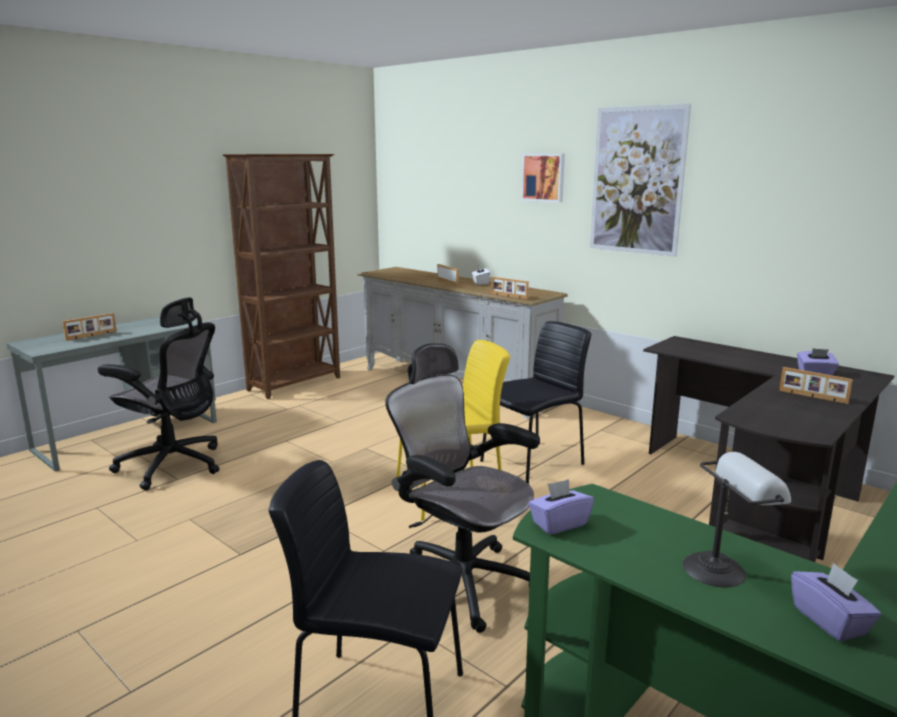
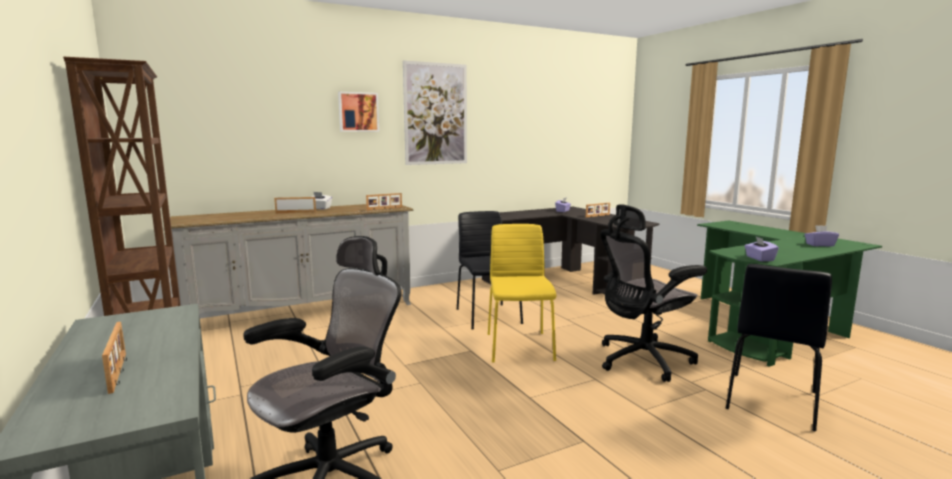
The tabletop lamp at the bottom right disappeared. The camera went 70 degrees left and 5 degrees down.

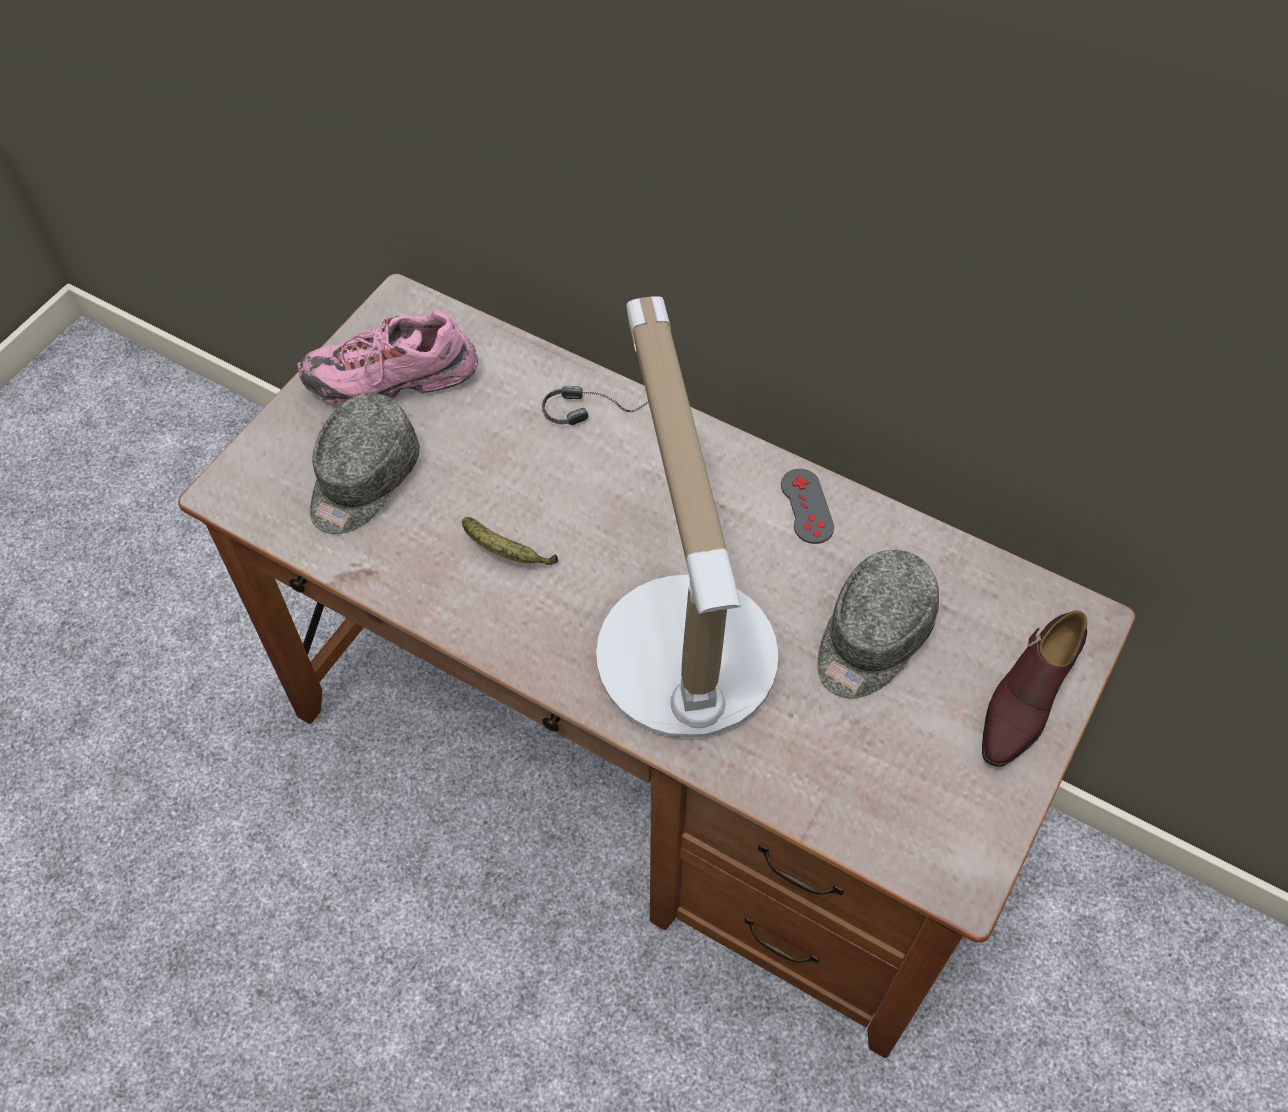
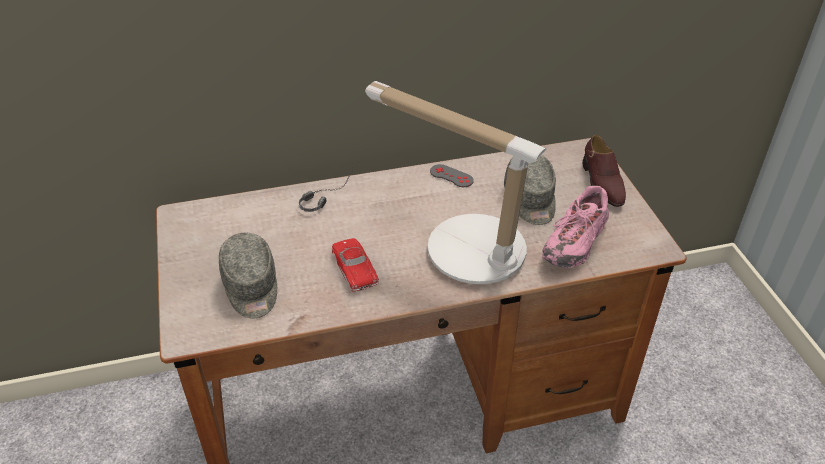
The pinkish item of footwear moved from the top left to the middle right. The banana at the centre was replaced by the red toy car at the centre. The camera went 45 degrees left and 15 degrees down.

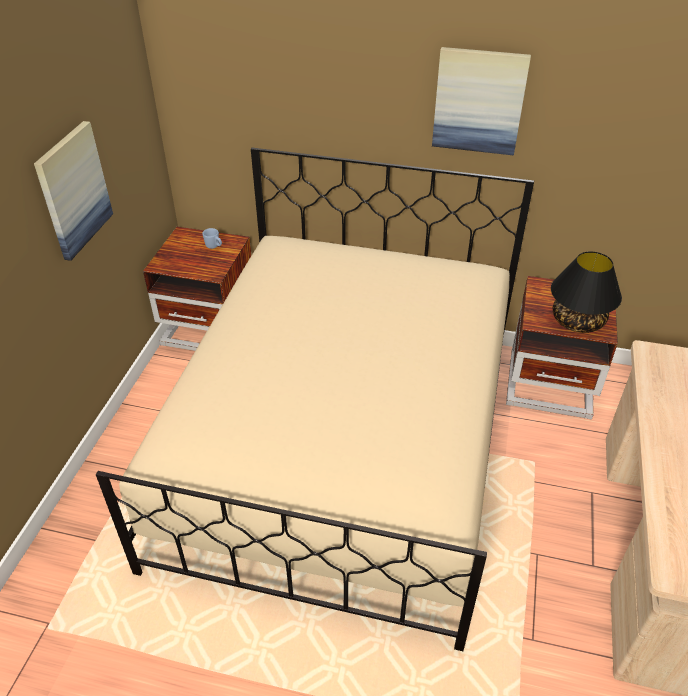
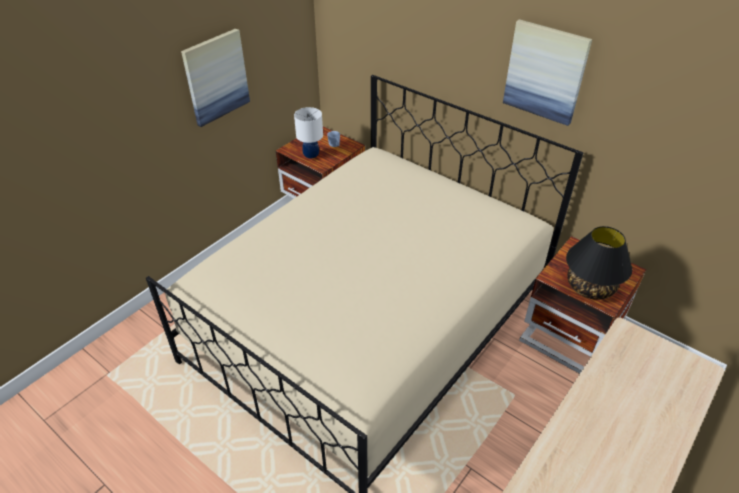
The whitish tabletop lamp at the top centre appeared. The camera went 25 degrees right and 0 degrees up.

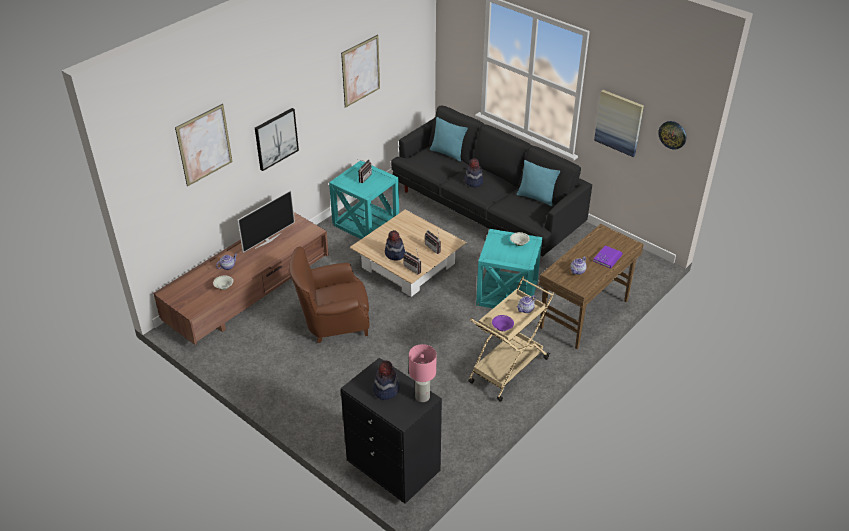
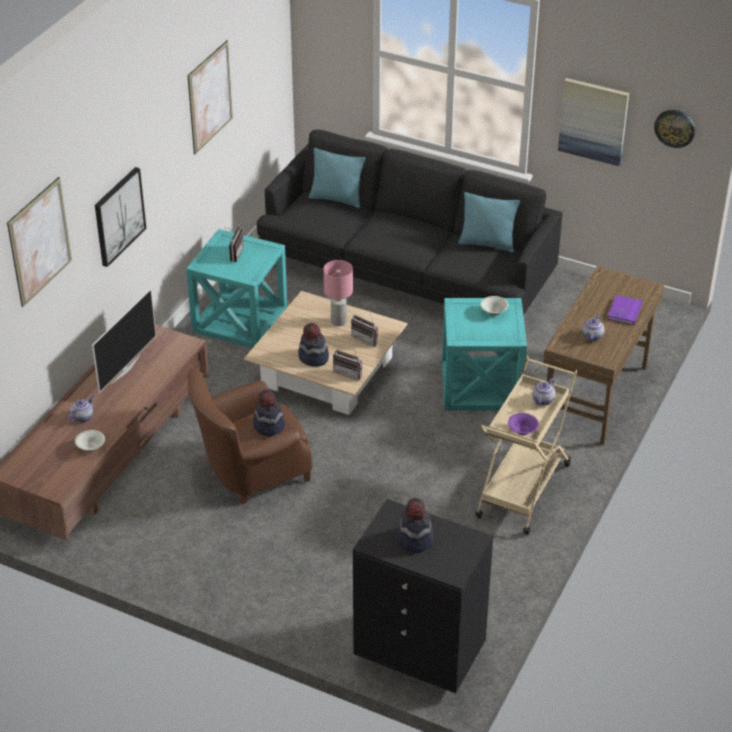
The clothing hat (3rd from left in the first image) moved from the top centre to the centre. The pinkish tabletop lamp moved from the bottom centre to the centre. The camera went 15 degrees left and 0 degrees up.

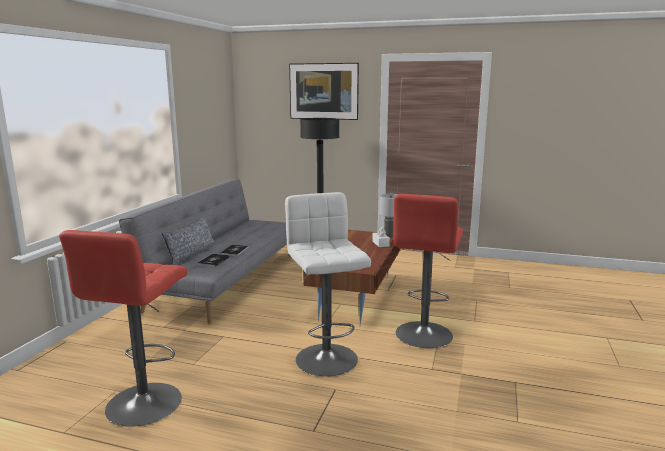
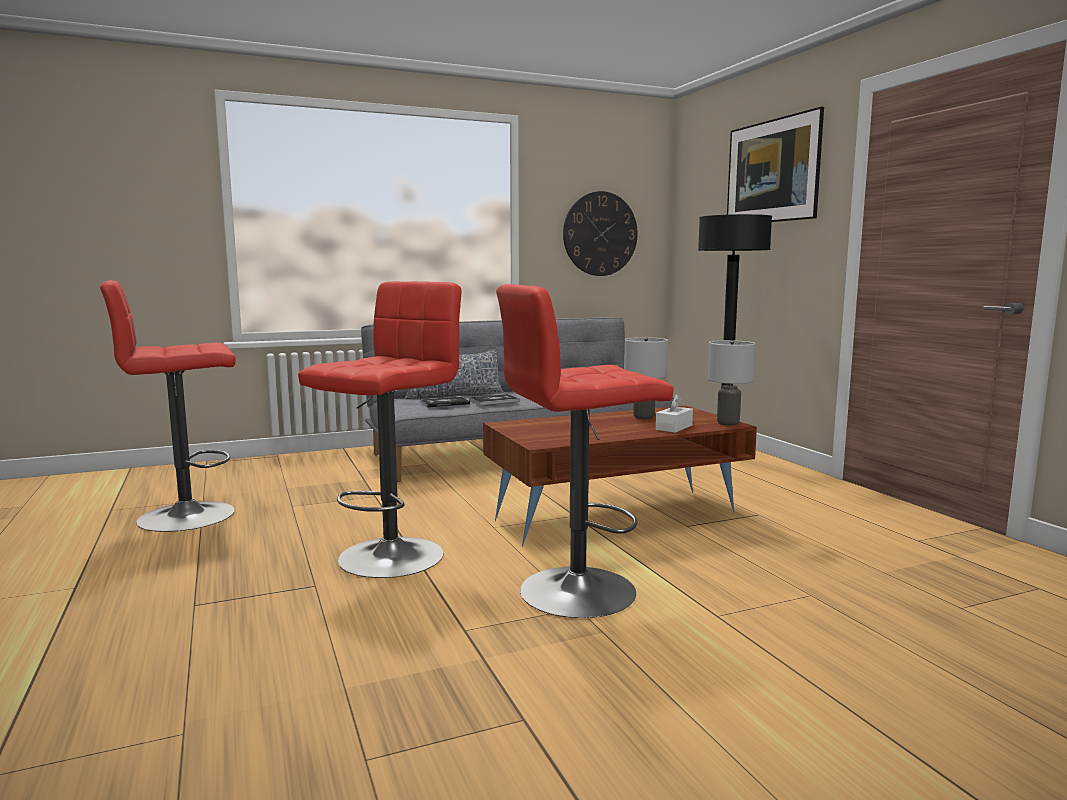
The whitish stool at the centre became the red stool (2nd from left) at the centre. The clock on the wall at the top centre appeared. The whitish tabletop lamp (1st from left) at the centre appeared. The camera went 50 degrees right and 5 degrees down.

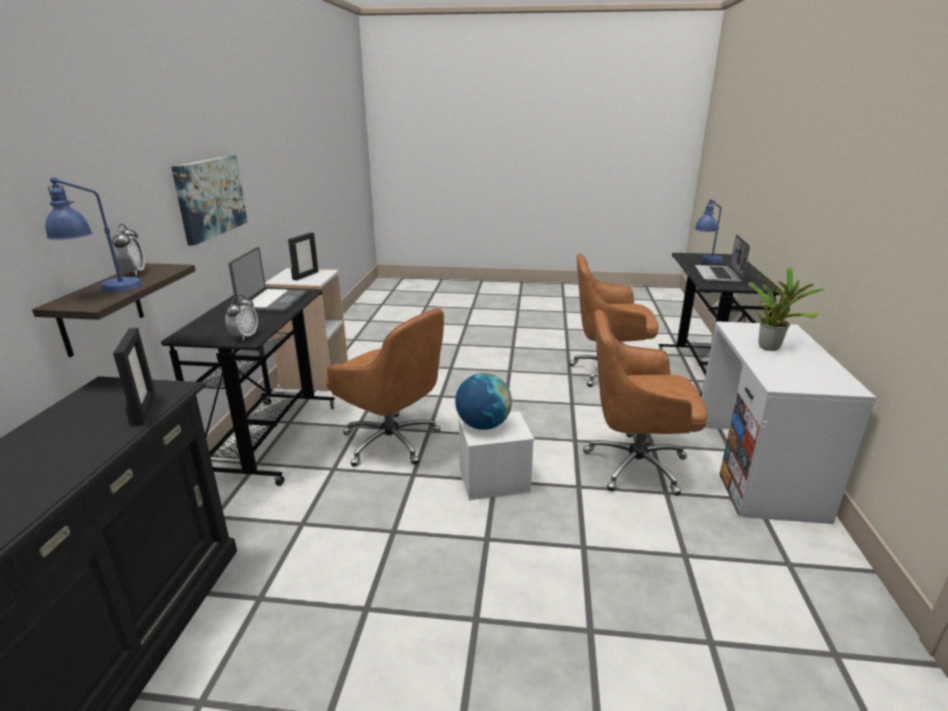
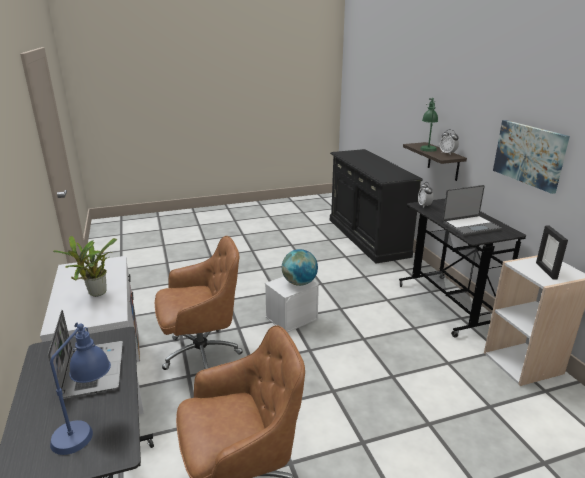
The blue tabletop lamp (1st from left) at the top left became the green tabletop lamp at the top right. The portable computer (1st from left in the first image) at the middle left turned 90 degrees counterclockwise. The brown-coloured office chair (1st from left) at the centre disappeared. The standing frame (1st from left) at the middle left disappeared. The camera went 155 degrees right and 0 degrees up.

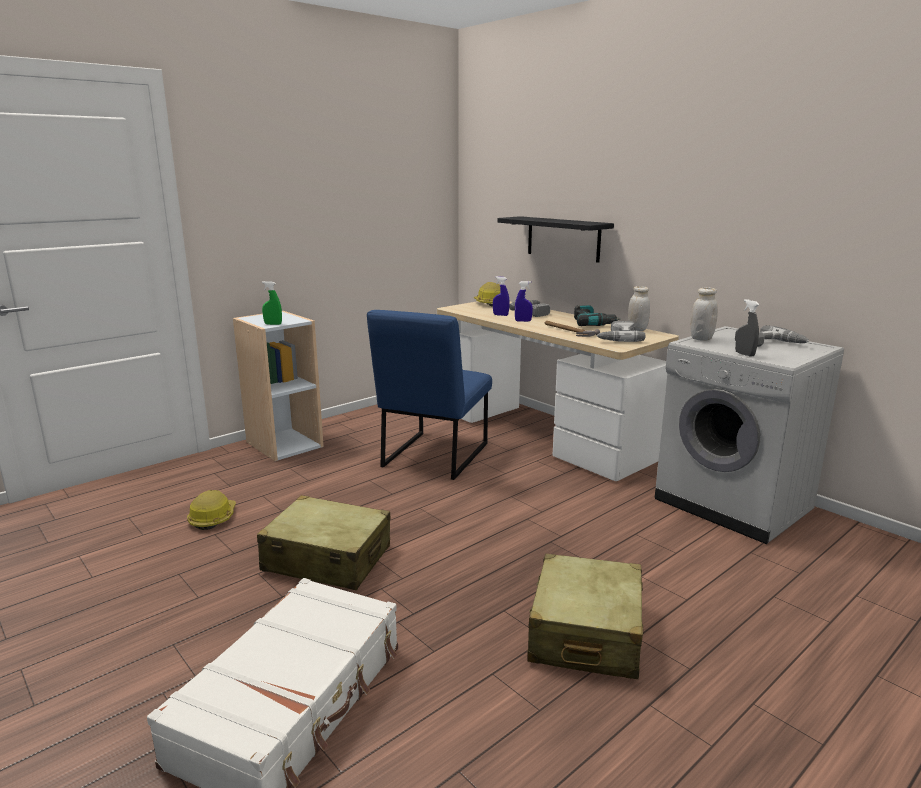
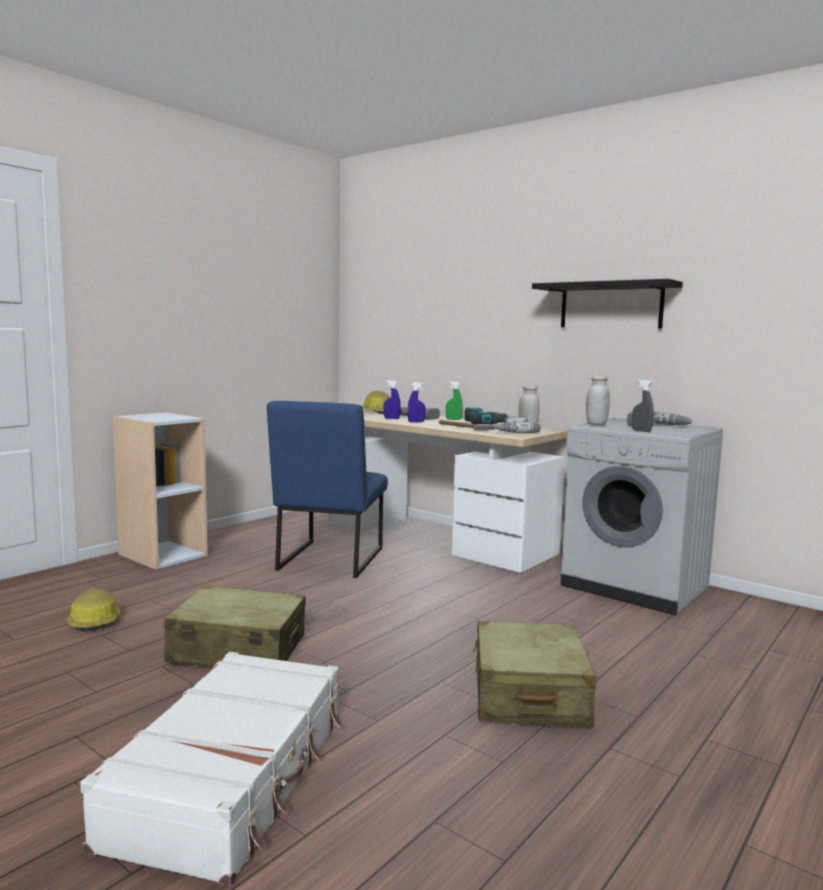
The blackish bracket shelf moved from the top centre to the middle right. The green hand sprayer moved from the middle left to the centre. The camera went 10 degrees left and 10 degrees down.

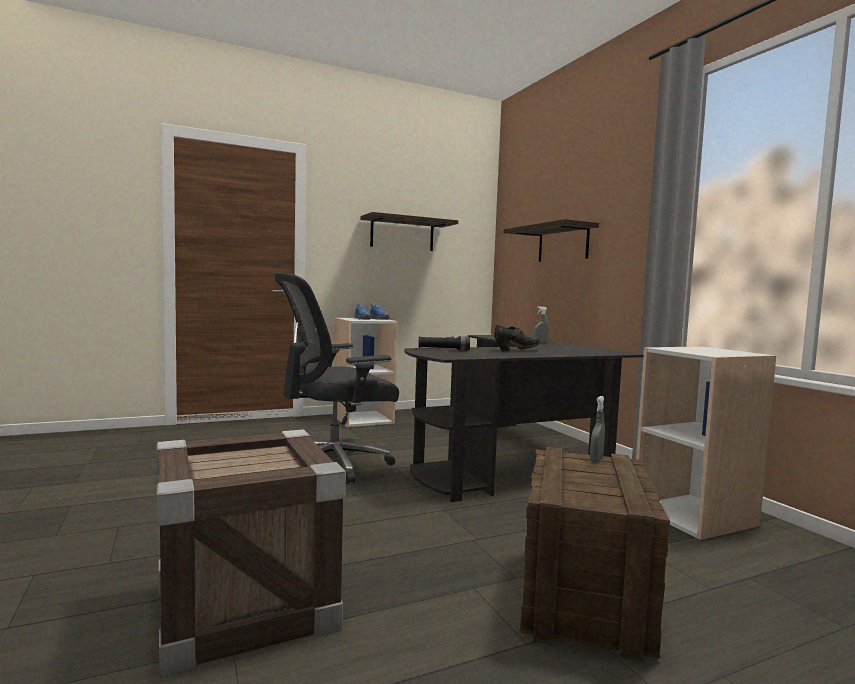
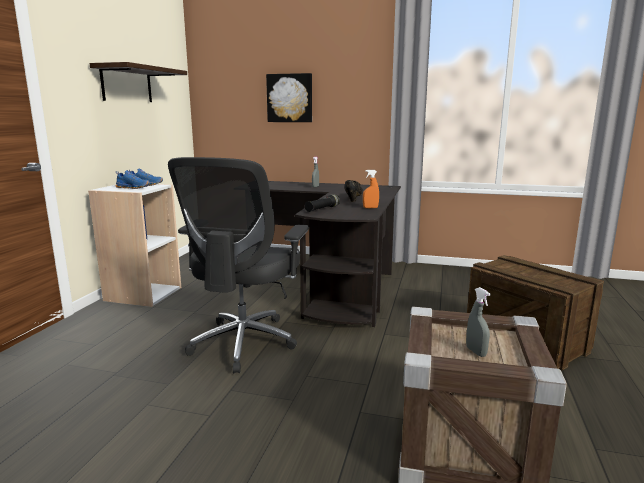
The bracket shelf (2nd from left) at the centre was replaced by the wall art at the top centre. The bookcase (2nd from left) at the middle right disappeared. The greyish hand sprayer (2nd from left) moved from the middle right to the bottom right. The orangey hand sprayer at the centre appeared. The camera went 50 degrees left and 10 degrees up.

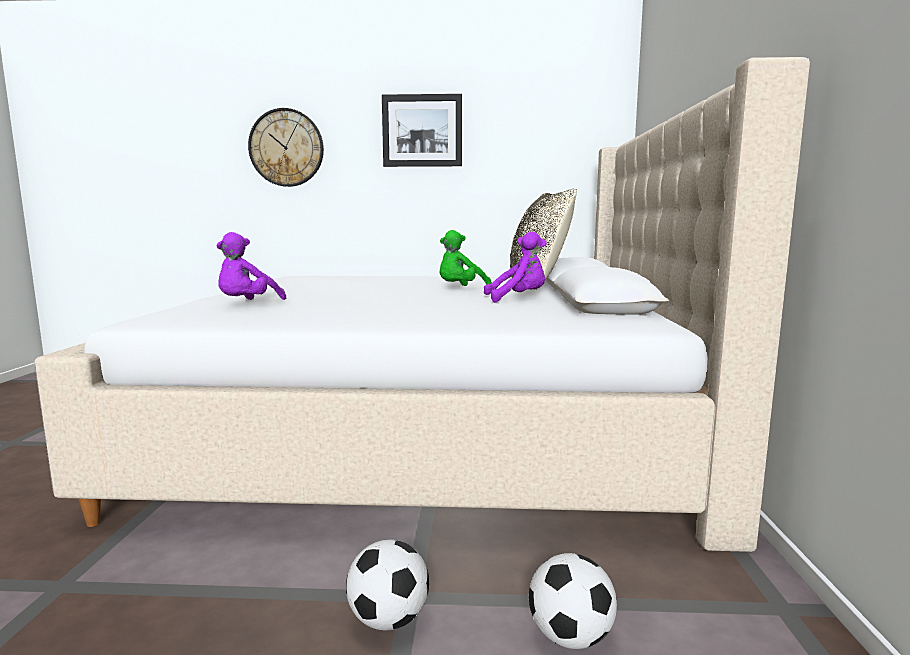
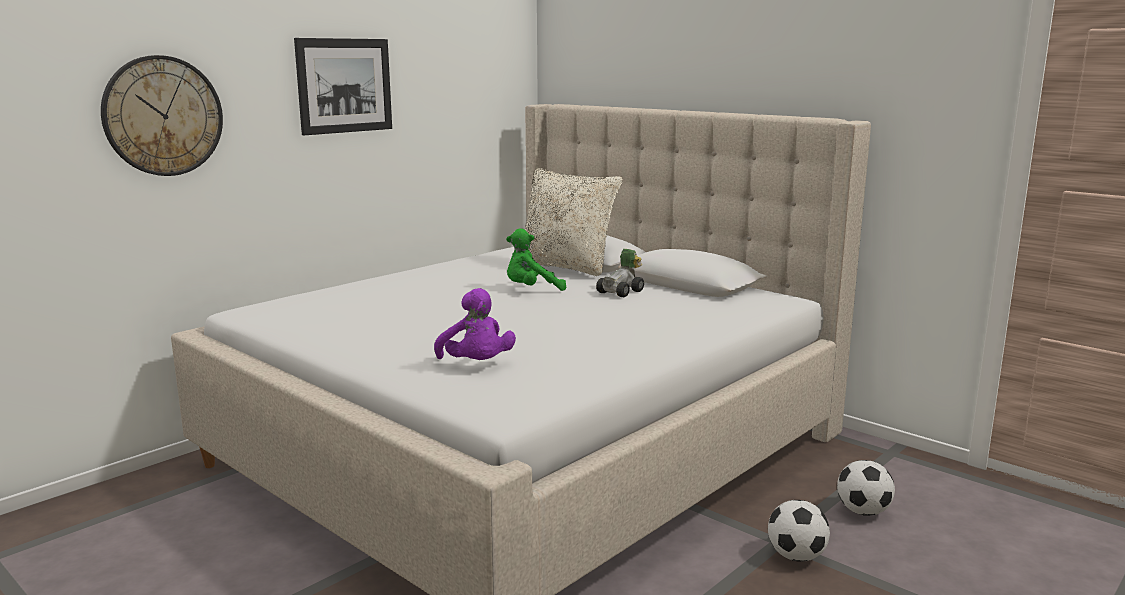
The green plush toy at the centre turned 75 degrees clockwise. The purplish plush toy (2nd from left) at the centre was replaced by the toy car at the centre. The camera went 50 degrees left and 5 degrees up.

